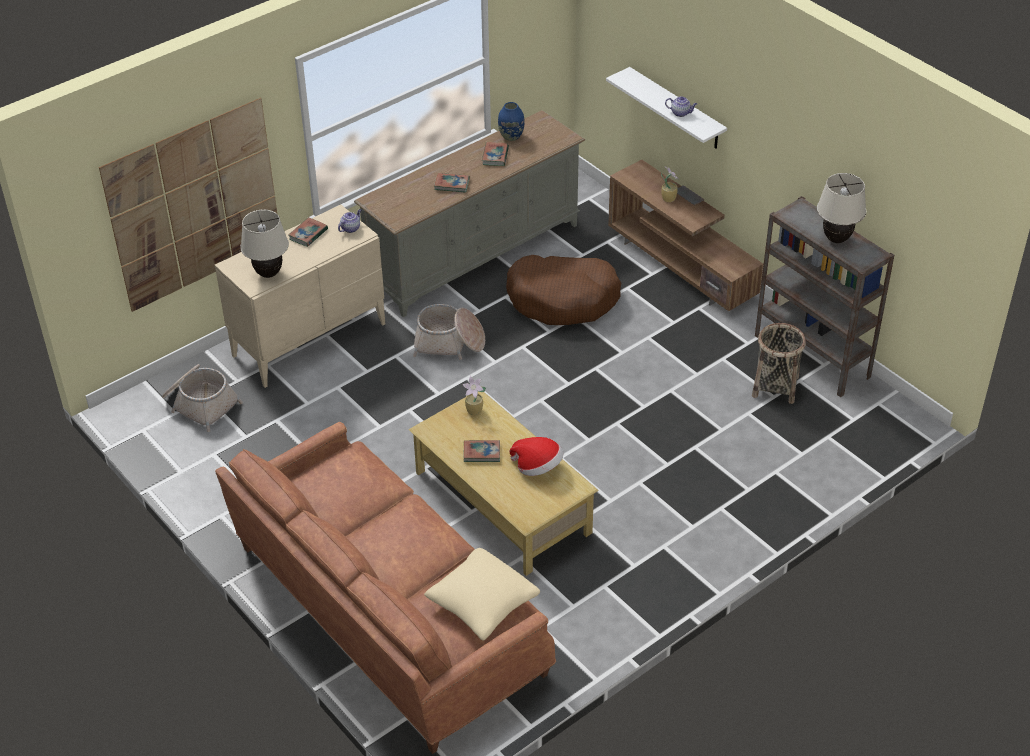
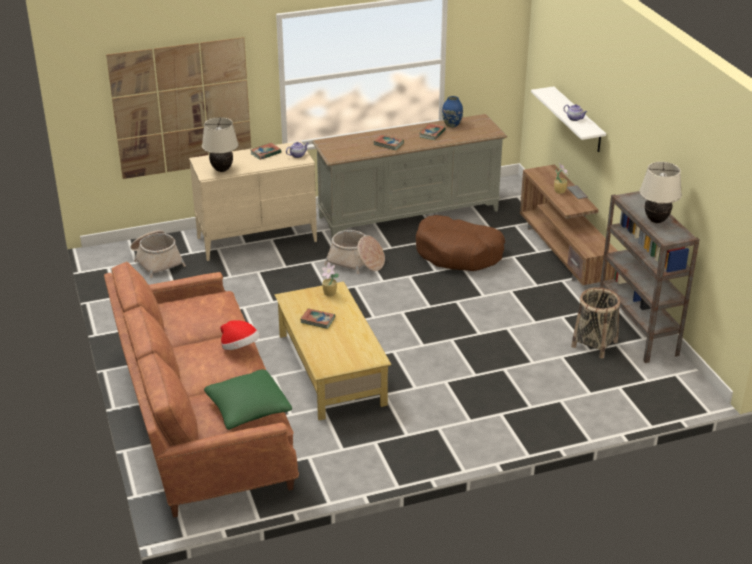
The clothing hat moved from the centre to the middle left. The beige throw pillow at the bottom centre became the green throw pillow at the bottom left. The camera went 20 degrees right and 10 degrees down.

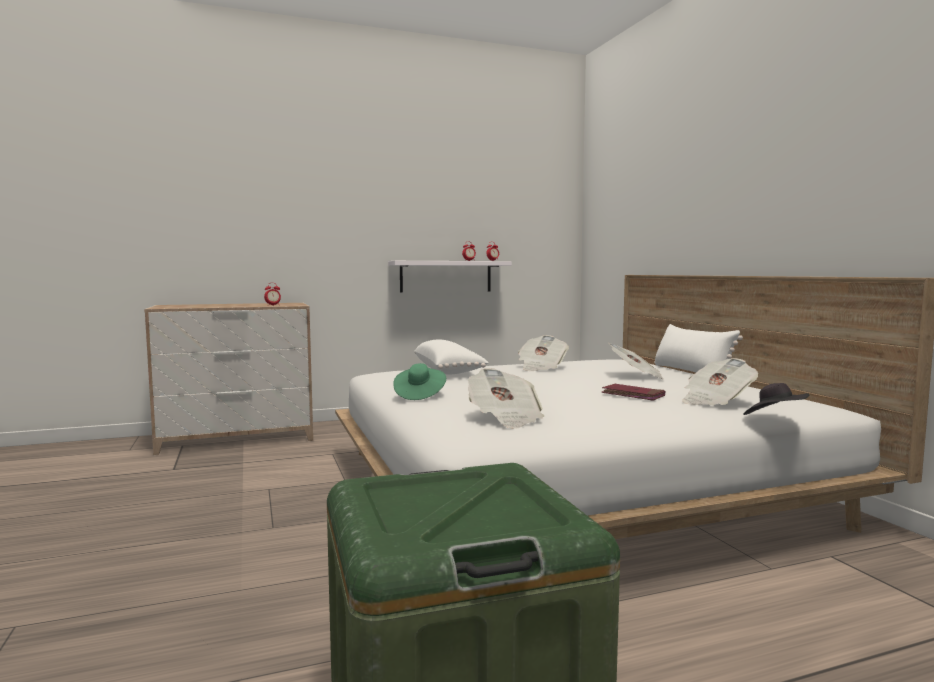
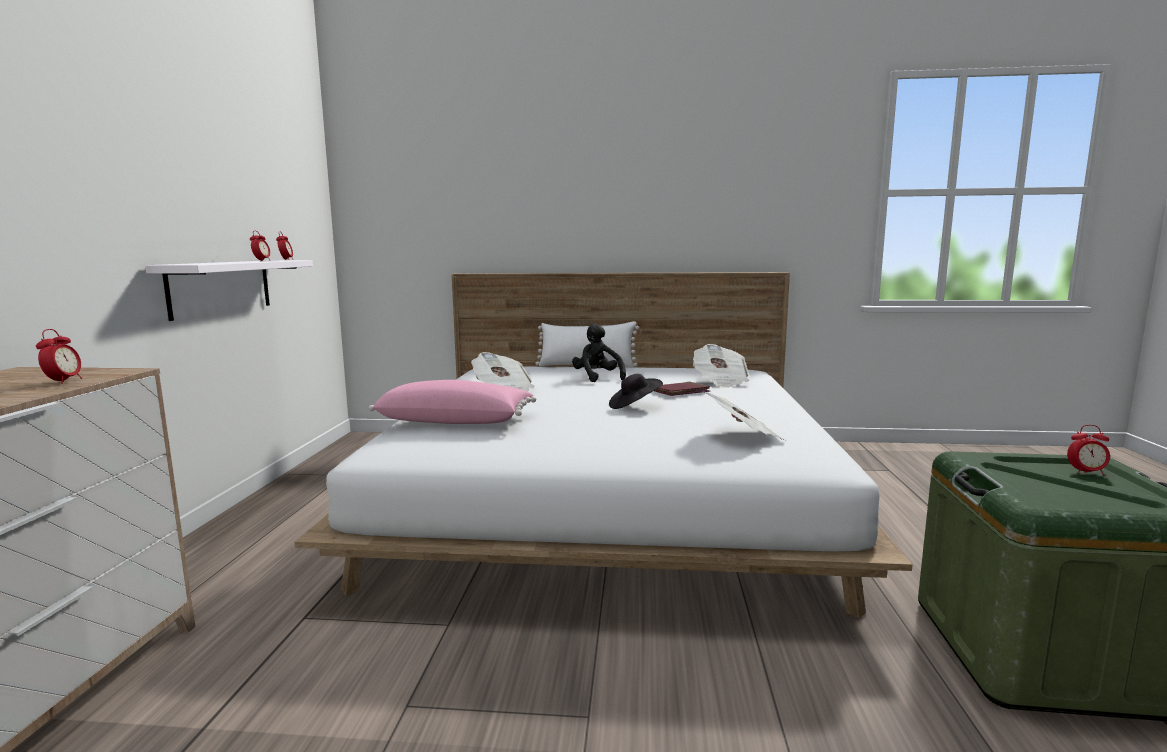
The whitish throw pillow (1st from left) at the centre became the pinkish throw pillow at the centre. The daily paper (3rd from left) at the middle right was replaced by the blackish plush toy at the centre. The green clothing hat at the centre disappeared. The blackish clothing hat moved from the middle right to the centre. The bedside clock (4th from left) at the middle right appeared. The camera went 65 degrees left and 5 degrees up.

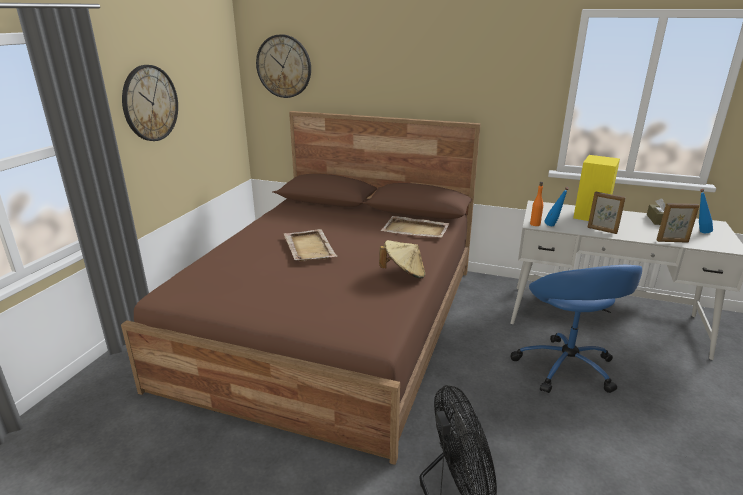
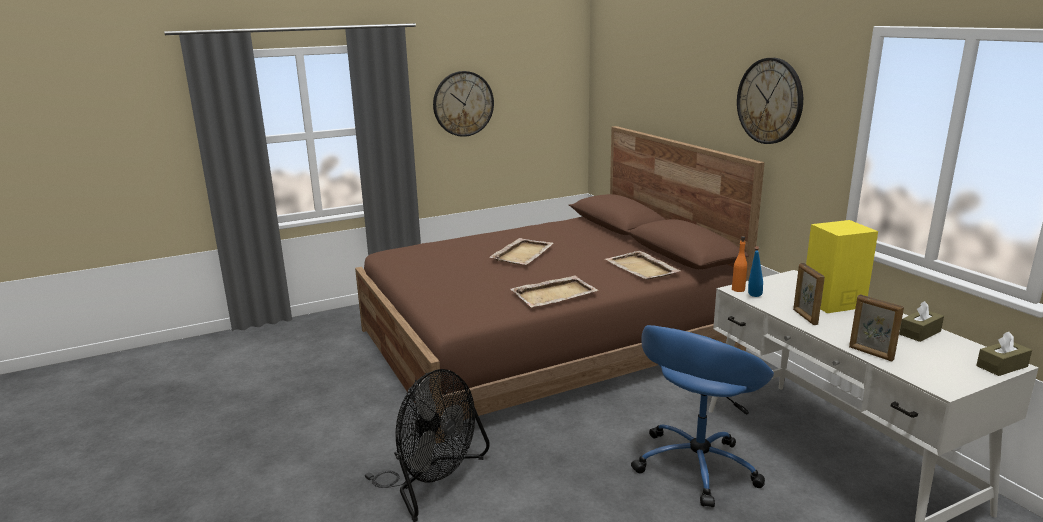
The clock on the wall (2nd from left) moved from the top centre to the top right. The blue drink bottle (2nd from left) at the middle right disappeared. The beige clothing hat at the centre was replaced by the beige tray (2nd from left) at the centre. The brown-coloured tissue box (2nd from left) at the bottom right appeared. The camera went 45 degrees right and 5 degrees down.

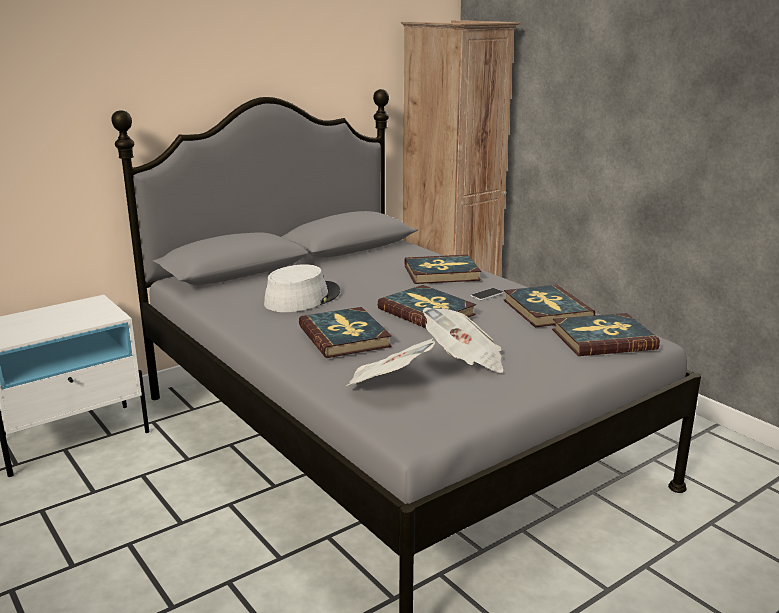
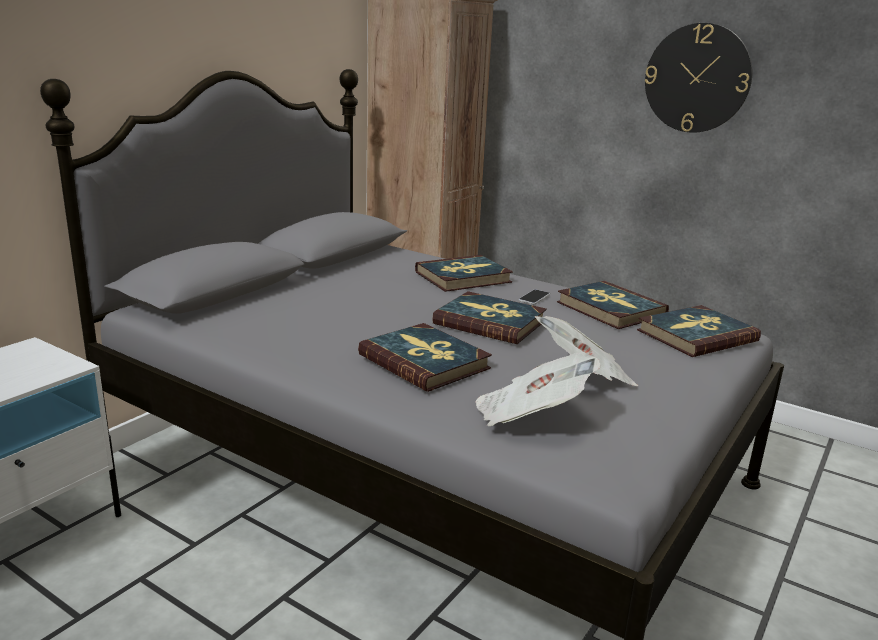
The greyish clothing hat at the centre disappeared. The clock on the wall at the top right appeared. The camera went 20 degrees left and 0 degrees up.

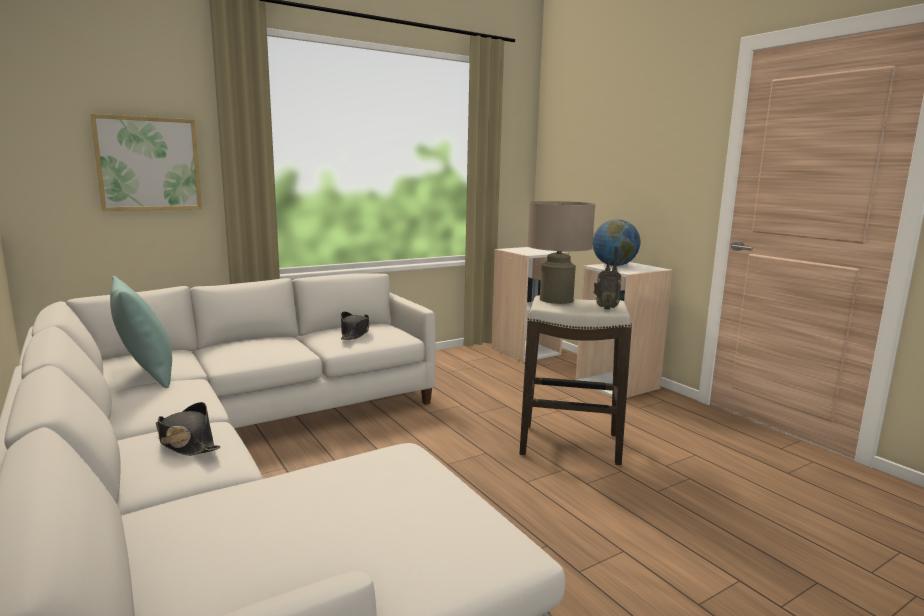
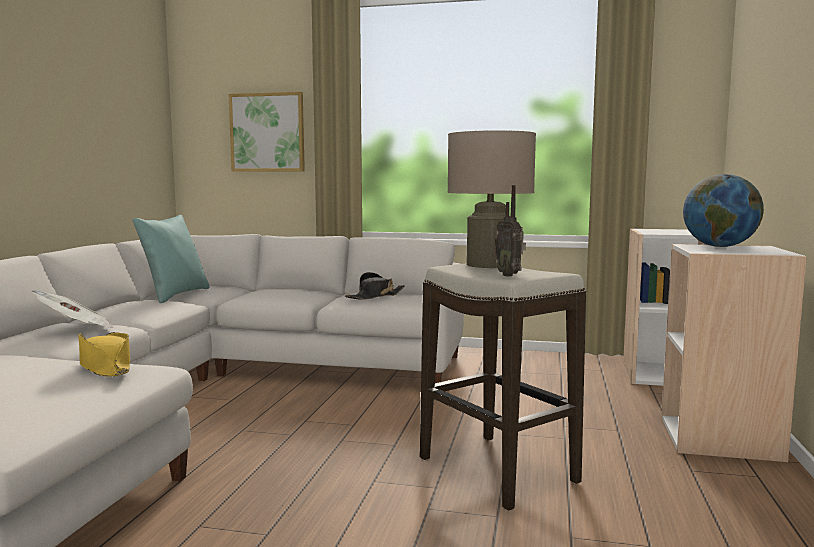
The blackish clothing hat (1st from left) at the bottom left was replaced by the daily paper at the middle left. The yellow clothing hat at the middle left appeared. The camera went 45 degrees right and 5 degrees down.

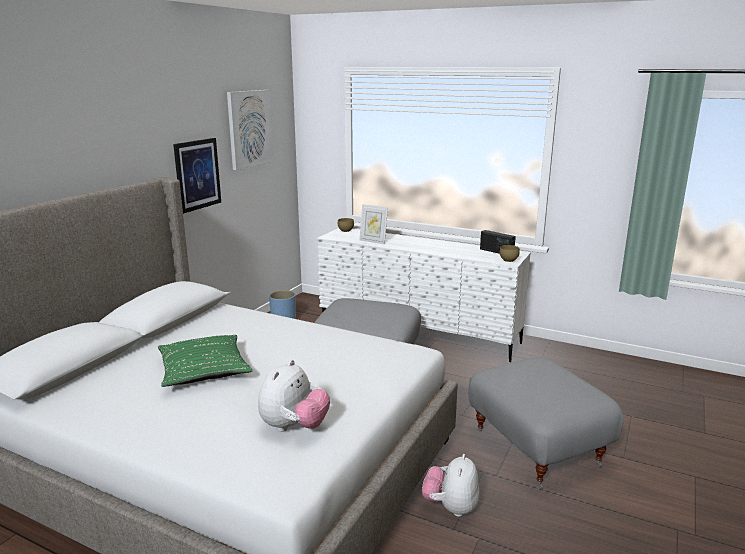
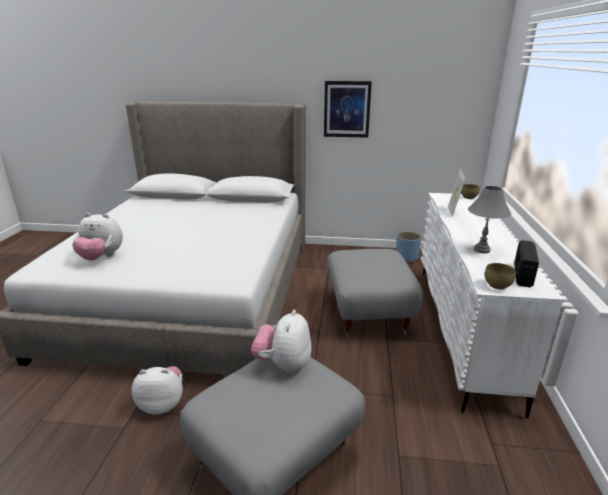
The wall art (2nd from left) at the top centre disappeared. The green throw pillow at the middle left disappeared. The greyish tabletop lamp at the middle right appeared. The plush toy (3rd from left) at the bottom centre appeared. The camera went 70 degrees right and 5 degrees up.

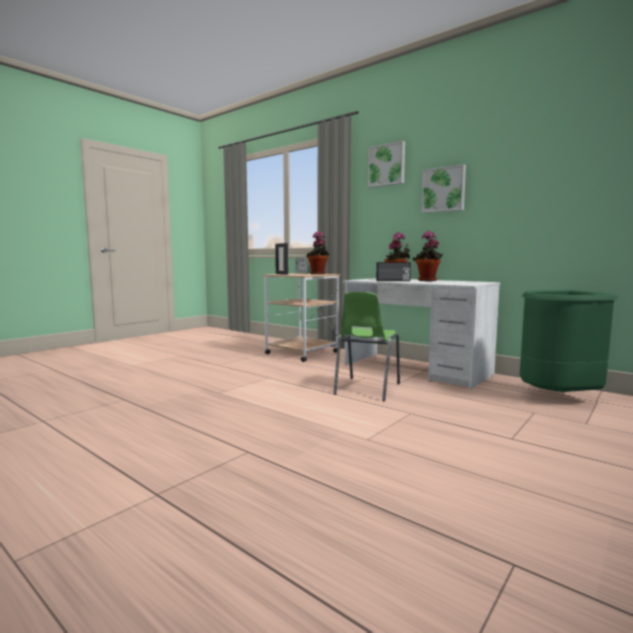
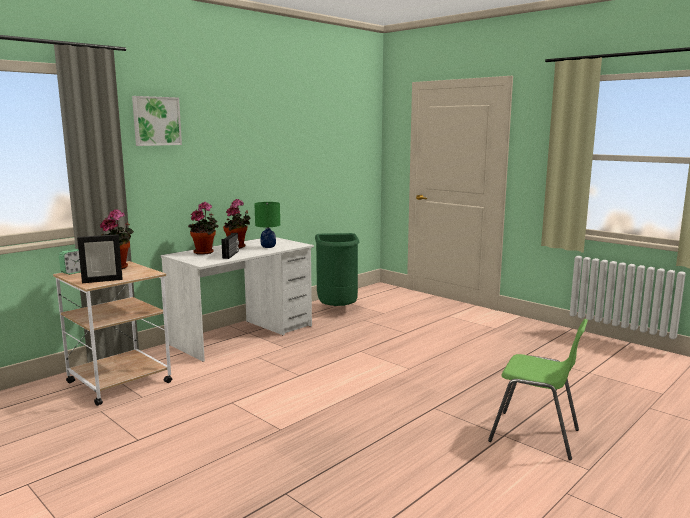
The wall art (2nd from left) at the top right disappeared. The green plain chair moved from the centre to the bottom right. The green tabletop lamp at the centre appeared. The camera went 85 degrees left and 5 degrees up.

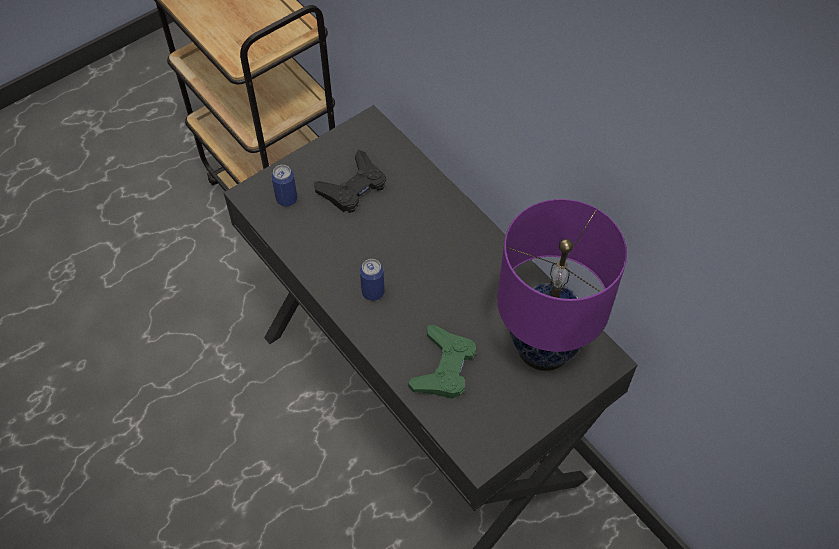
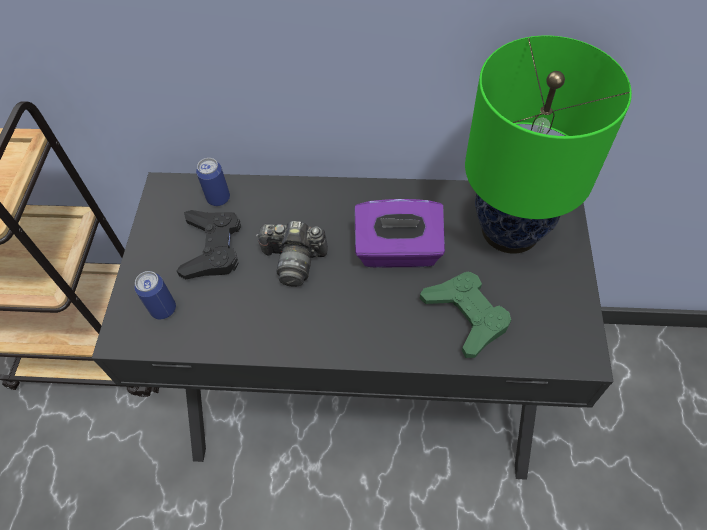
The purplish tabletop lamp at the middle right became the green tabletop lamp at the top right. The sealed can (2nd from left) moved from the centre to the middle left. The purplish tissue box at the centre appeared. The still camera at the centre appeared. The camera went 45 degrees left and 0 degrees up.

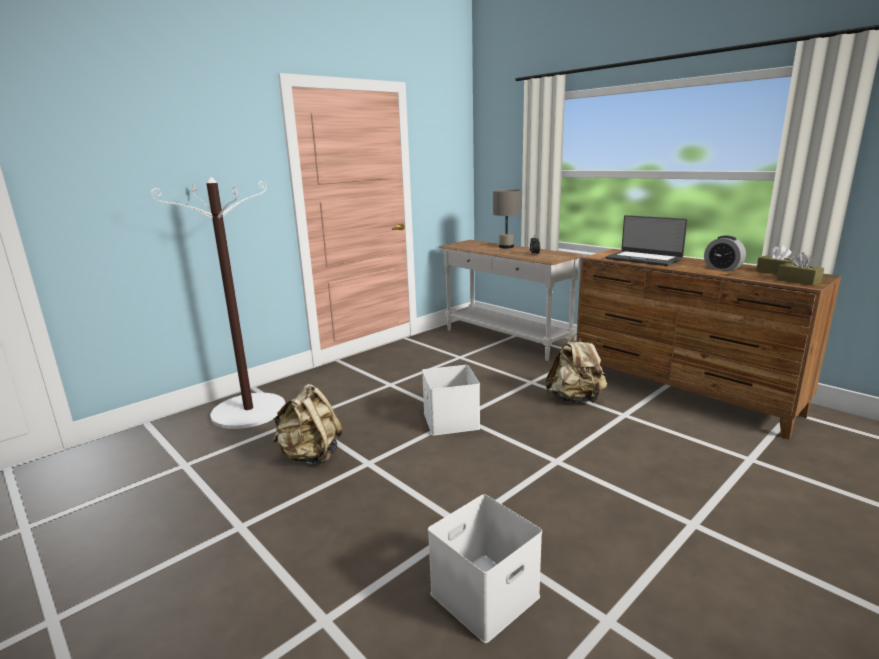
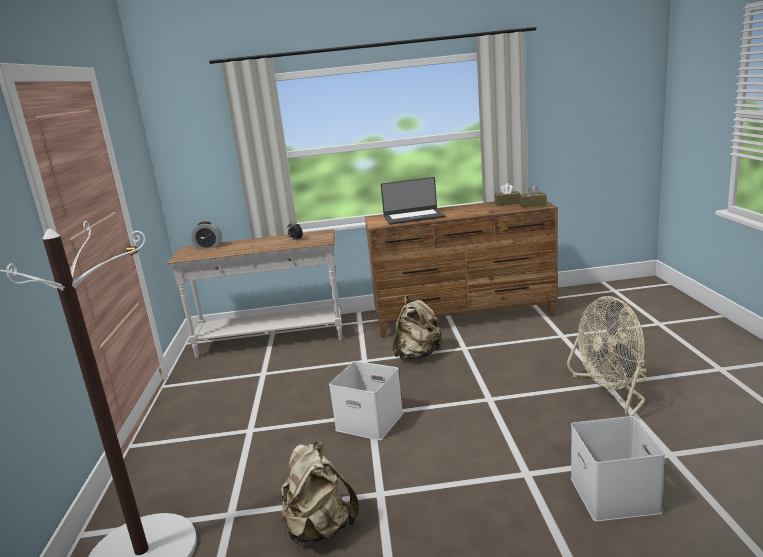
The greyish tabletop lamp at the top centre disappeared. The bedside clock (2nd from left in the first image) moved from the middle right to the middle left. The beige fan at the middle right appeared. The camera went 50 degrees left and 0 degrees up.

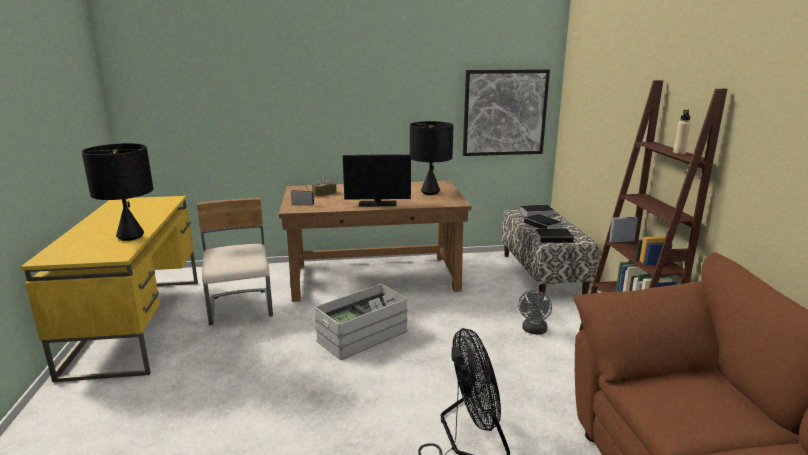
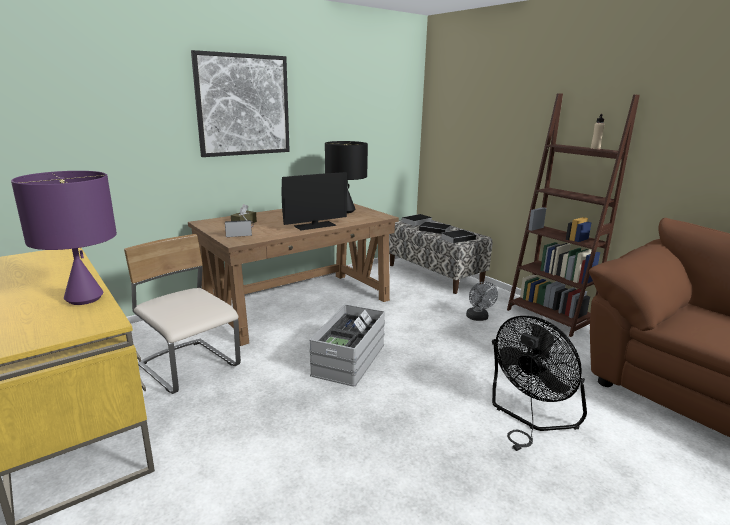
The wall art moved from the top centre to the top left. The blackish tabletop lamp (1st from left) at the middle left became the purplish tabletop lamp at the middle left. The camera went 30 degrees left and 0 degrees up.

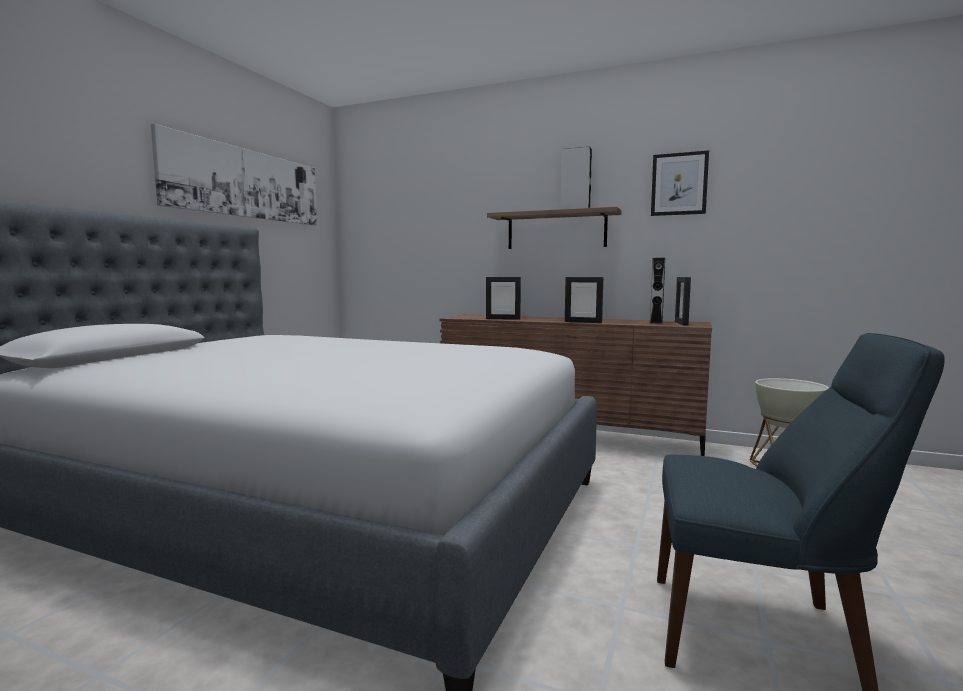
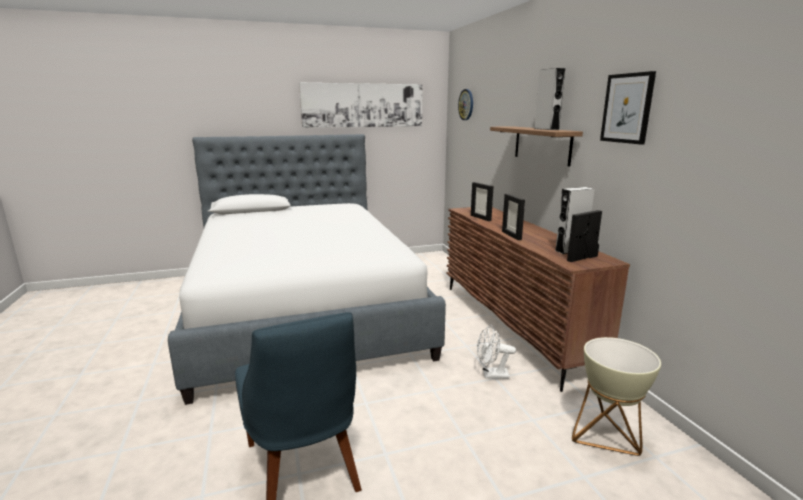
The clock on the wall at the top centre appeared. The whitish fan at the bottom centre appeared. The camera went 50 degrees right and 10 degrees up.

